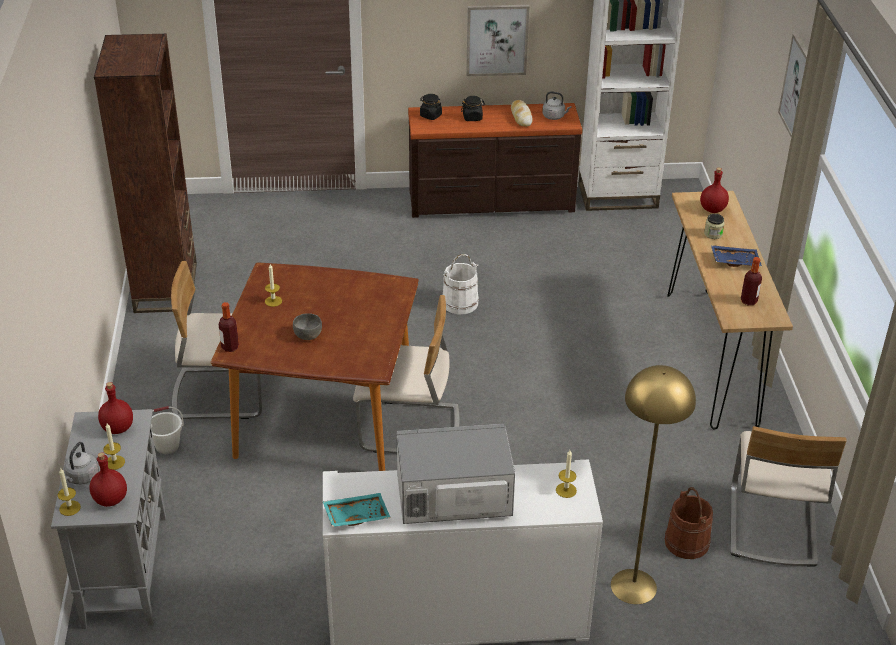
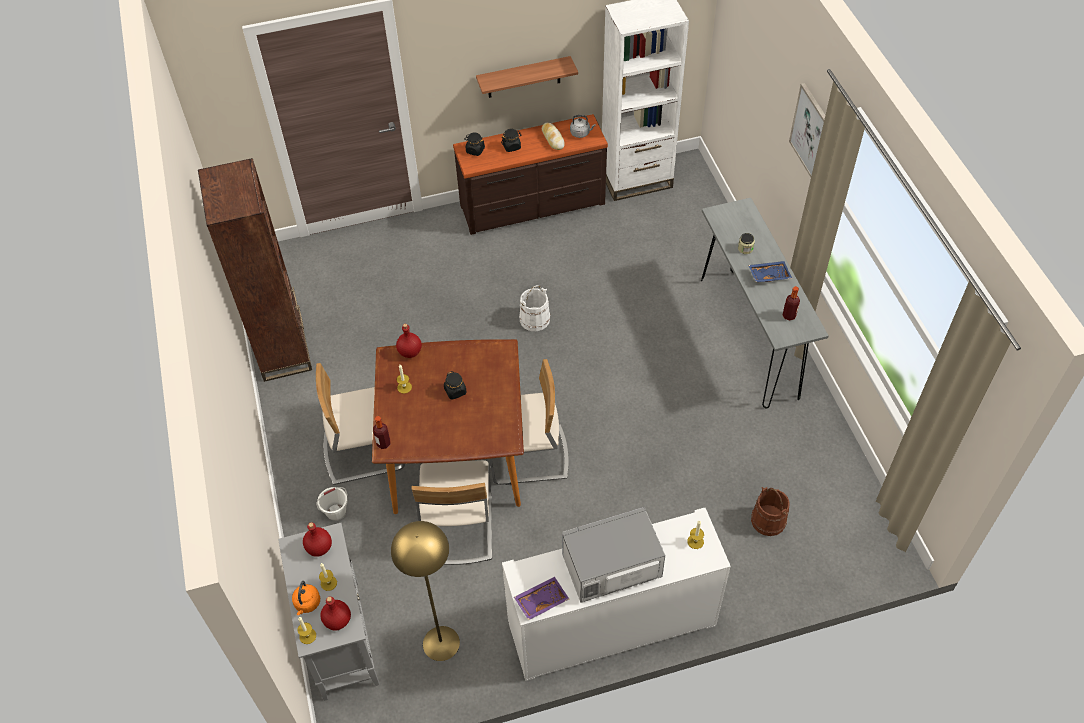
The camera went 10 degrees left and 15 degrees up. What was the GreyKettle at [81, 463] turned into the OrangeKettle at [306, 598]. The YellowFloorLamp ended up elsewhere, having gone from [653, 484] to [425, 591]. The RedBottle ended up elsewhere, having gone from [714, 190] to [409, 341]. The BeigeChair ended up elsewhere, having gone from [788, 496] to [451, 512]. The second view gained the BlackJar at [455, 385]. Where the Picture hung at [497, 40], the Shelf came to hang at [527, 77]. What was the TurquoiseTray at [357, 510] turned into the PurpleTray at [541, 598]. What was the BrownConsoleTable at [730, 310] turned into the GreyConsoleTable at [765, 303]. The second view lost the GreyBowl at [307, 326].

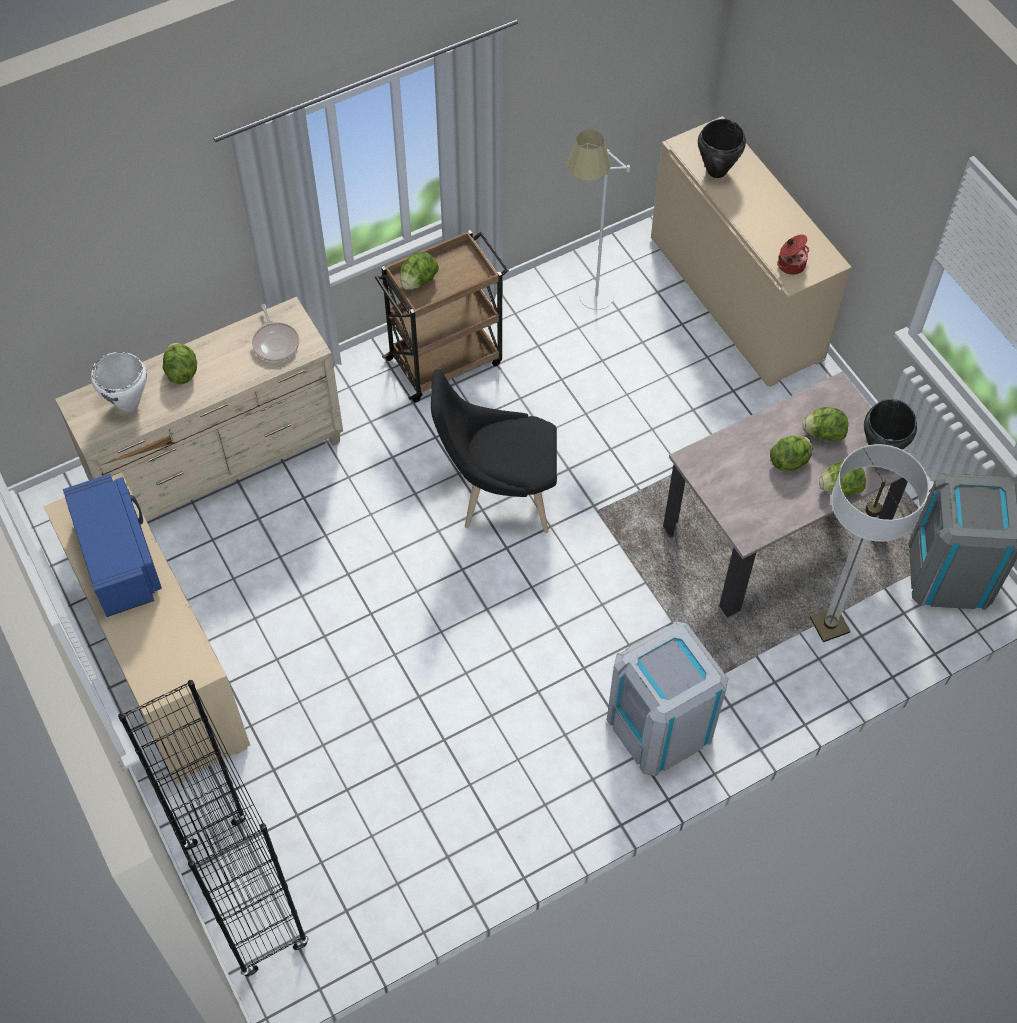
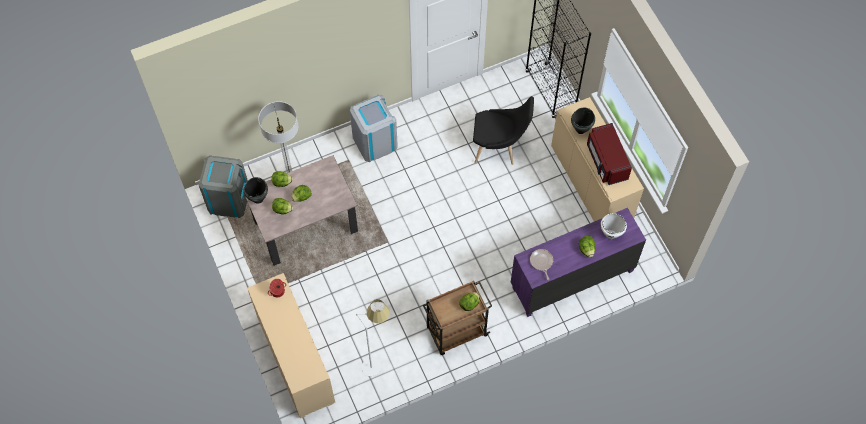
The camera went 175 degrees left and 5 degrees up. The BlackChair ended up elsewhere, having gone from [494, 451] to [503, 130]. What was the BeigeDresser at [199, 408] turned into the PurpleDresser at [578, 262]. The BlackCookingPot ended up elsewhere, having gone from [722, 148] to [583, 121]. What was the BlueMicrowave at [112, 545] turned into the RedMicrowave at [609, 154].

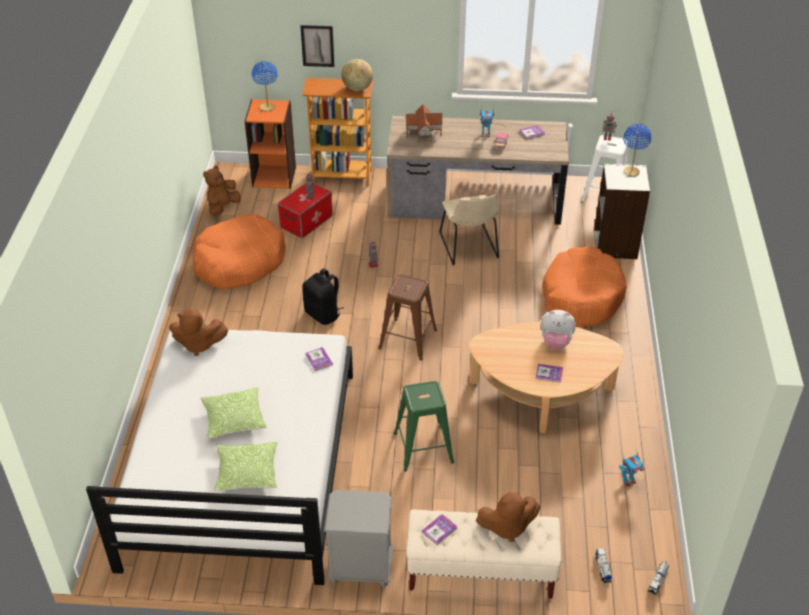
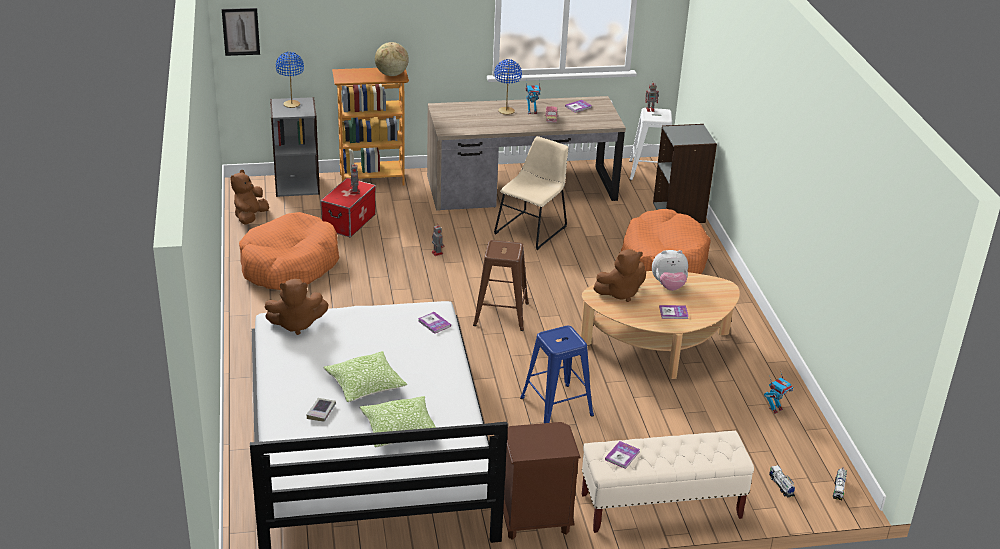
The camera went 15 degrees left and 10 degrees down. The Picture ended up elsewhere, having gone from [317, 46] to [241, 32]. What was the OrangeBookcase at [270, 144] turned into the GreyBookcase at [295, 147]. The second view gained the Book at [321, 410]. The BlueTableLamp ended up elsewhere, having gone from [637, 150] to [508, 87]. The BeigeChair at [469, 230] ended up facing another way, 120 degrees counterclockwise from before. What was the GreyNightstand at [358, 538] turned into the BrownNightstand at [542, 481]. What was the GreenStool at [424, 426] turned into the BlueStool at [557, 374]. The BrownPlushToy ended up elsewhere, having gone from [508, 517] to [619, 275]. The second view lost the BlackBackpack at [323, 296]. The second view lost the ToyHouse at [424, 123].

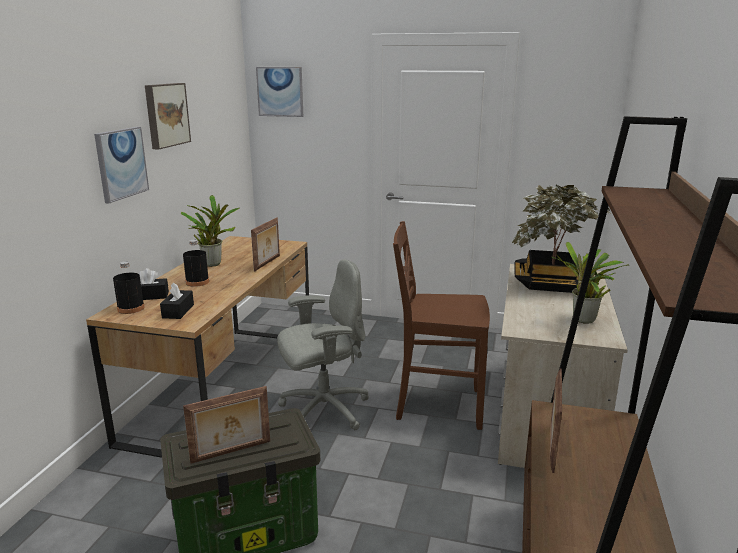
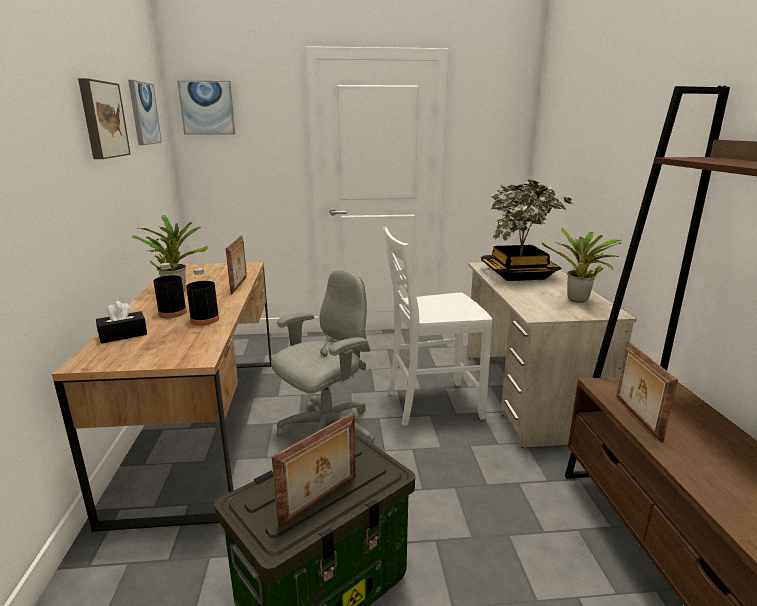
The camera went 20 degrees left and 0 degrees up. The Picture ended up elsewhere, having gone from [121, 165] to [145, 112]. The BlackBottle ended up elsewhere, having gone from [129, 287] to [202, 296]. What was the BrownChair at [441, 325] turned into the WhiteChair at [437, 326]. The second view lost the BlackTissueBox at [177, 300].

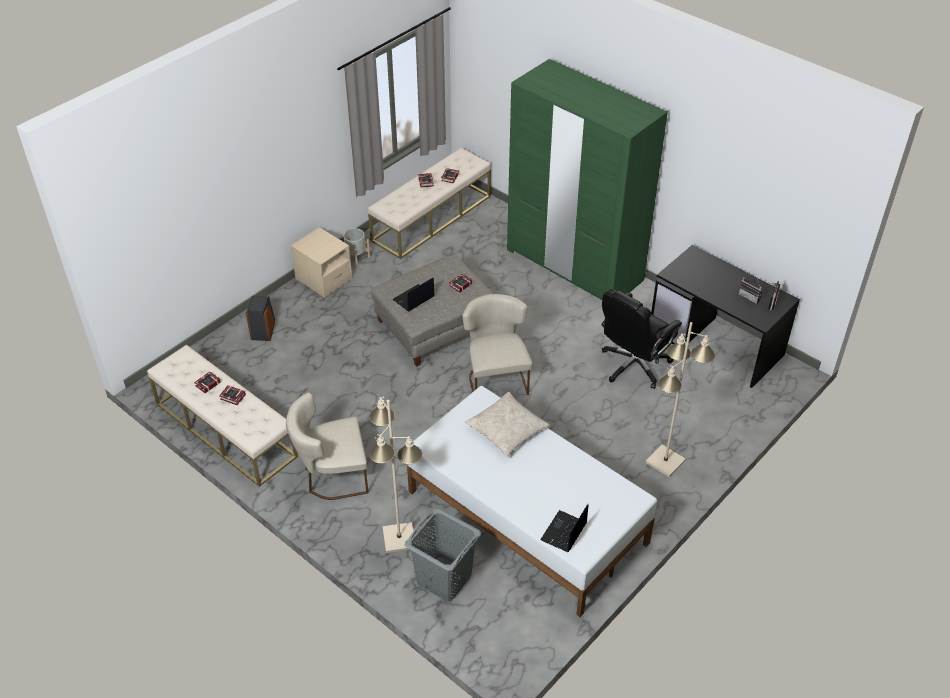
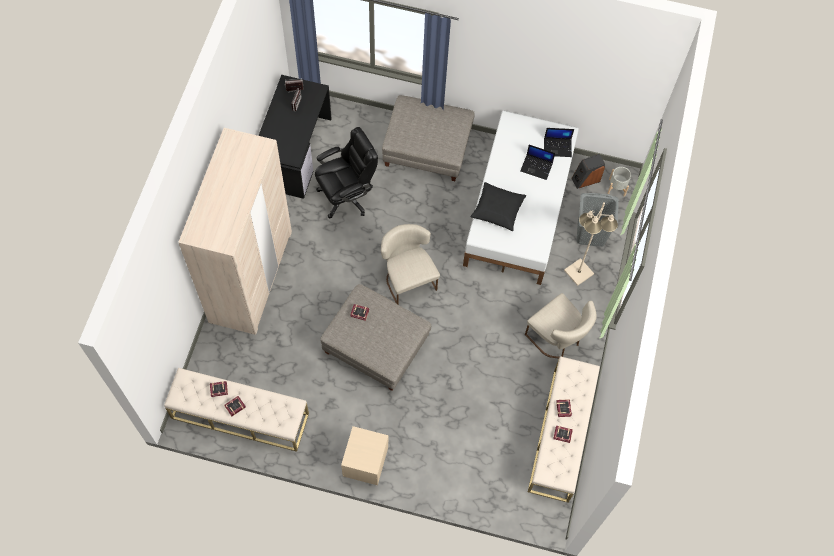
The camera went 120 degrees left and 20 degrees up. What was the GreenWardrobe at [587, 179] turned into the BeigeWardrobe at [235, 231]. The BlackOfficeChair at [641, 339] ended up facing another way, 45 degrees counterclockwise from before. The BeigeChair at [497, 344] ended up facing another way, 105 degrees clockwise from before. Where the BeigeFloorLamp stood at [680, 399], the GreyOttoman came to stand at [428, 138]. What was the BeigePillow at [507, 424] turned into the BlackPillow at [498, 206]. The Laptop ended up elsewhere, having gone from [413, 294] to [537, 162]. The Speaker ended up elsewhere, having gone from [260, 318] to [588, 171]. The GreyPlanter ended up elsewhere, having gone from [356, 247] to [619, 182].

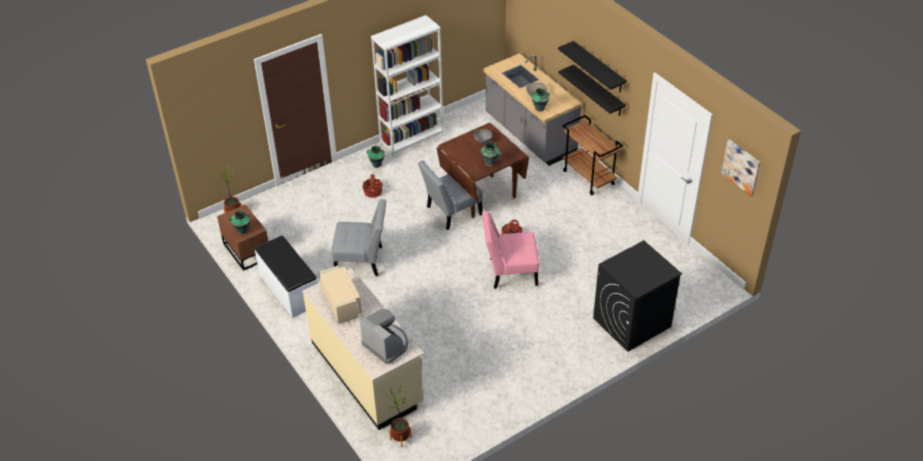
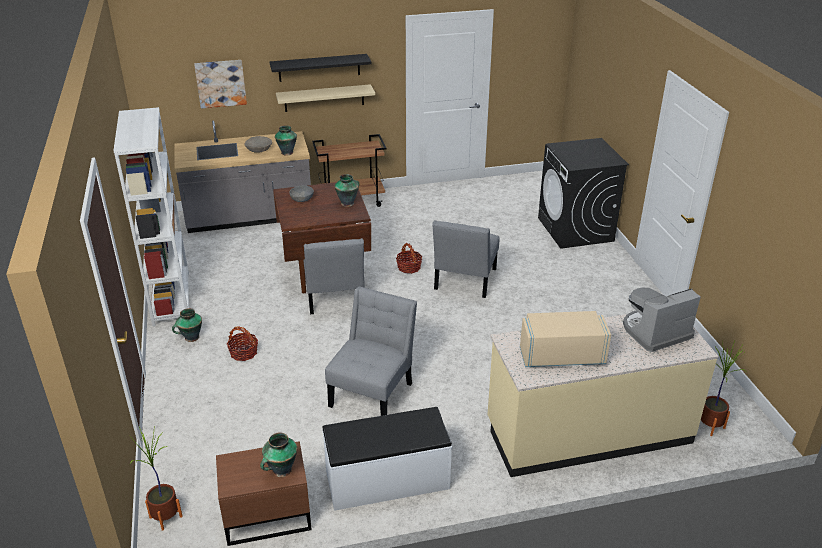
The camera went 70 degrees left and 10 degrees down. The Picture ended up elsewhere, having gone from [741, 167] to [220, 84]. What was the BlackShelf at [592, 90] turned into the BeigeShelf at [325, 98]. What was the PinkChair at [510, 250] turned into the GreyChair at [466, 259].

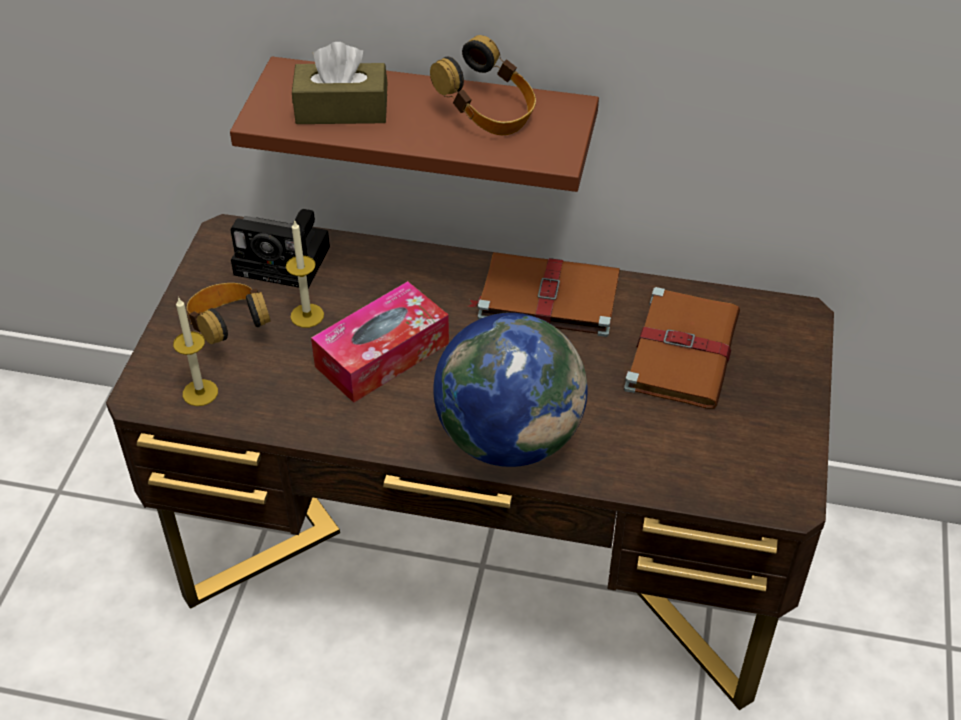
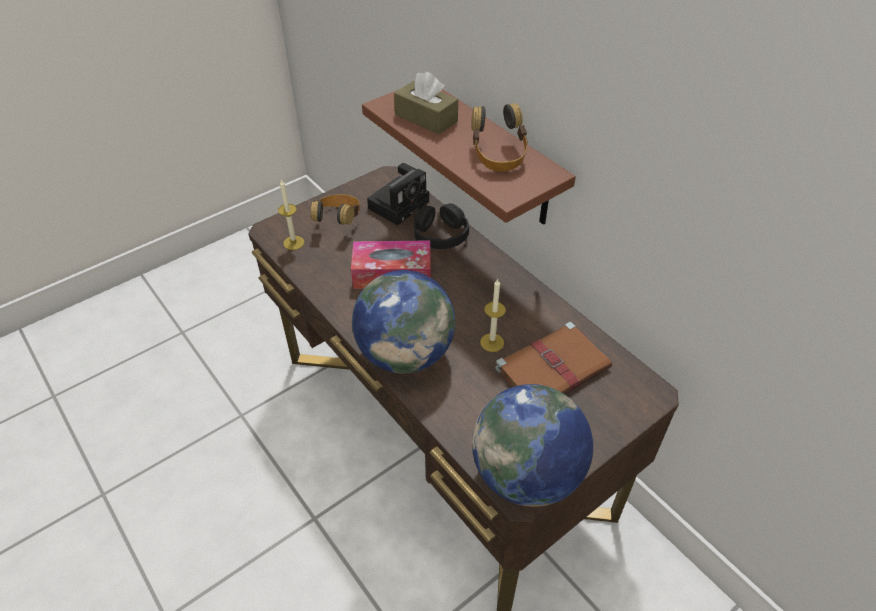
The camera went 40 degrees right and 0 degrees up. The PhotoCamera at [280, 249] ended up facing another way, 105 degrees counterclockwise from before. The second view gained the BlackHeadphones at [441, 226]. The second view gained the Globe at [532, 445]. The Candle ended up elsewhere, having gone from [305, 274] to [493, 315]. The second view lost the BrownBook at [544, 294].

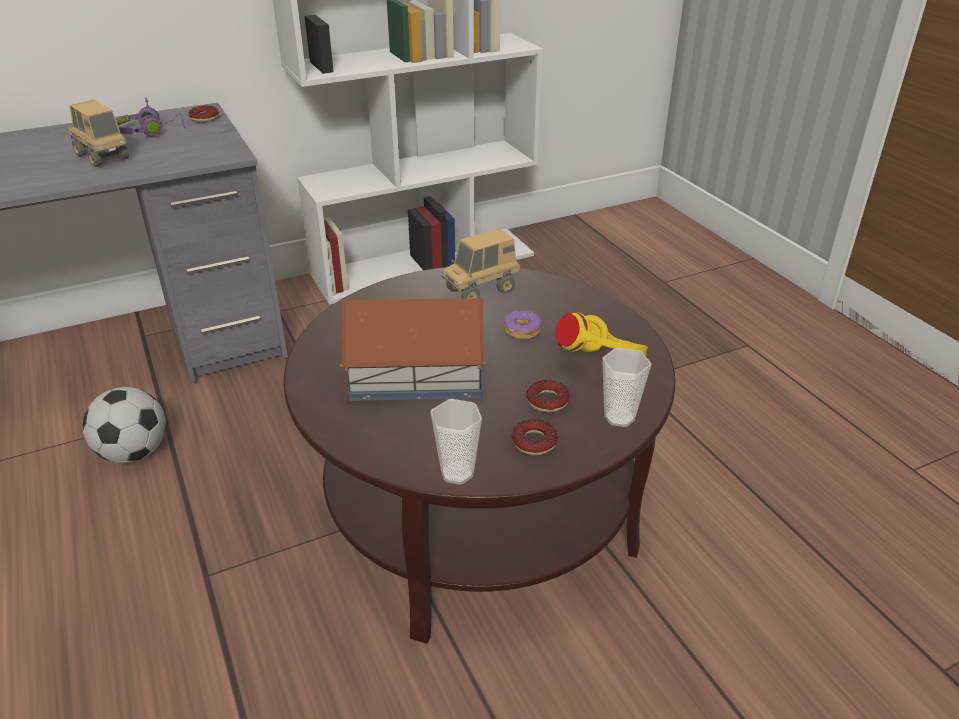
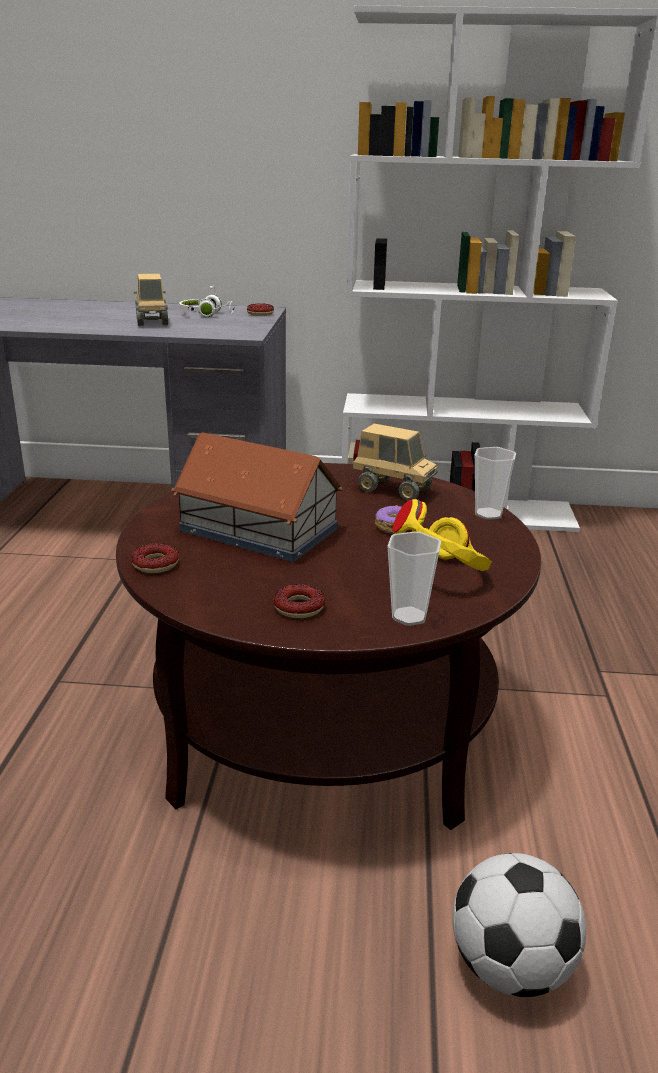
The camera went 30 degrees right and 10 degrees down. The Donut ended up elsewhere, having gone from [548, 396] to [155, 558]. What was the PurpleHeadphones at [150, 117] turned into the WhiteHeadphones at [206, 301]. The ToyTruck at [480, 263] ended up facing another way, 150 degrees counterclockwise from before. The Football ended up elsewhere, having gone from [124, 425] to [519, 925]. The Cup ended up elsewhere, having gone from [456, 442] to [495, 483].

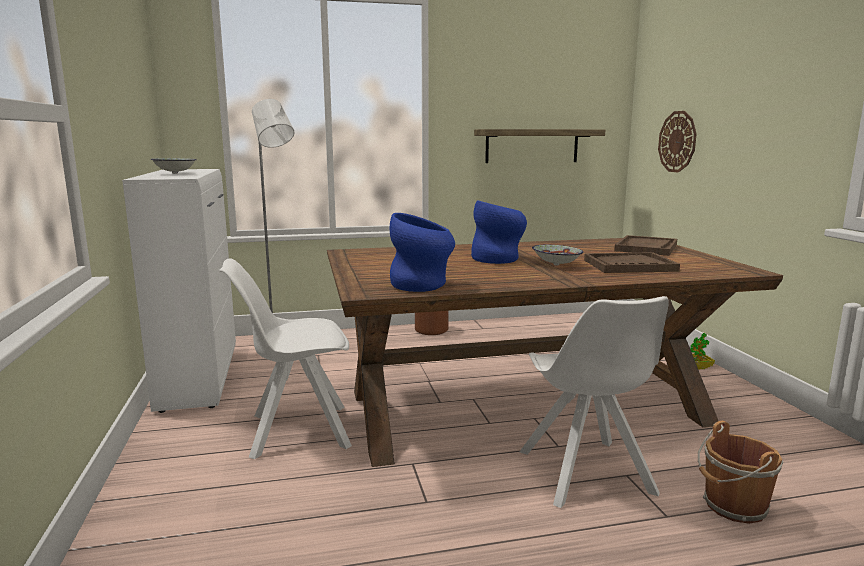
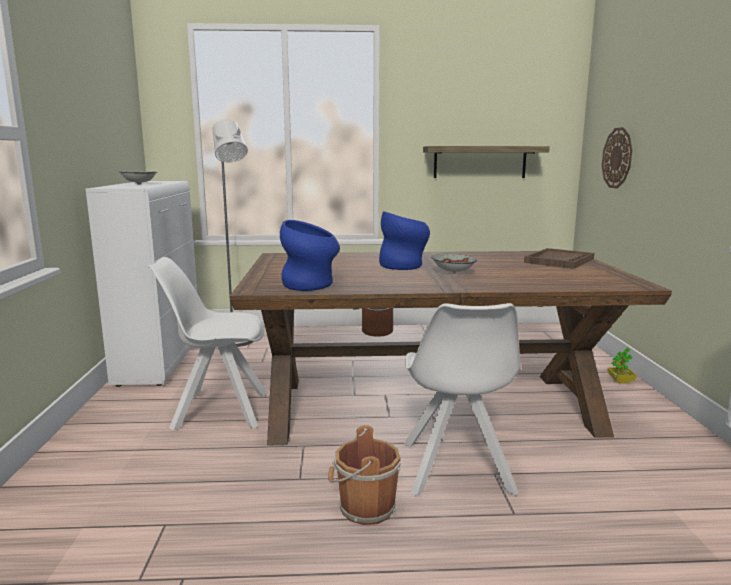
The camera went 10 degrees right and 0 degrees up. The BrownBucket ended up elsewhere, having gone from [741, 472] to [364, 475]. The second view lost the BrownTray at [632, 262].

